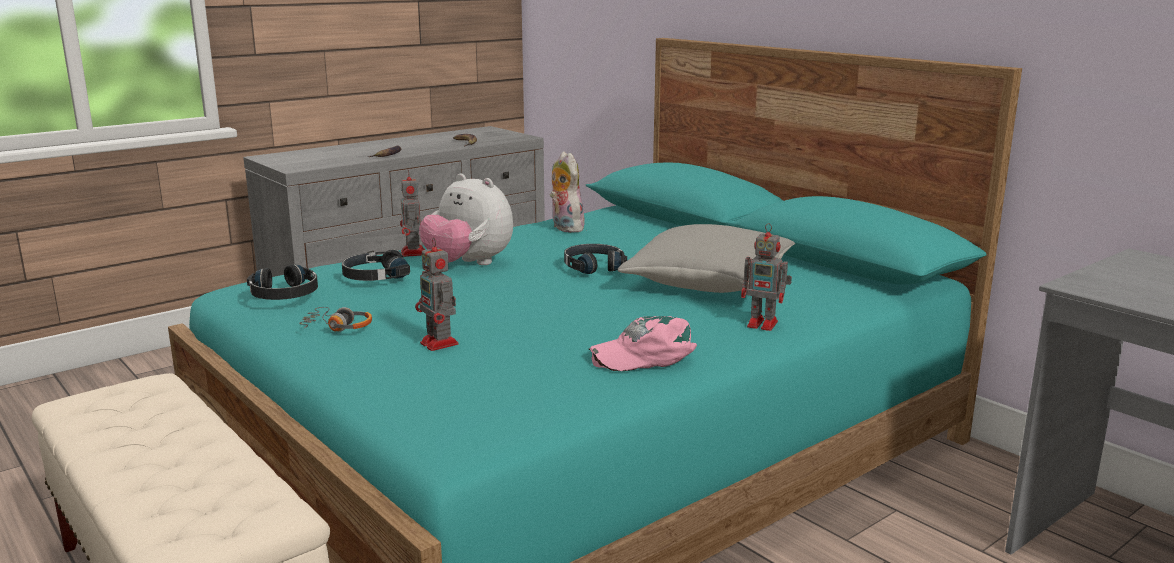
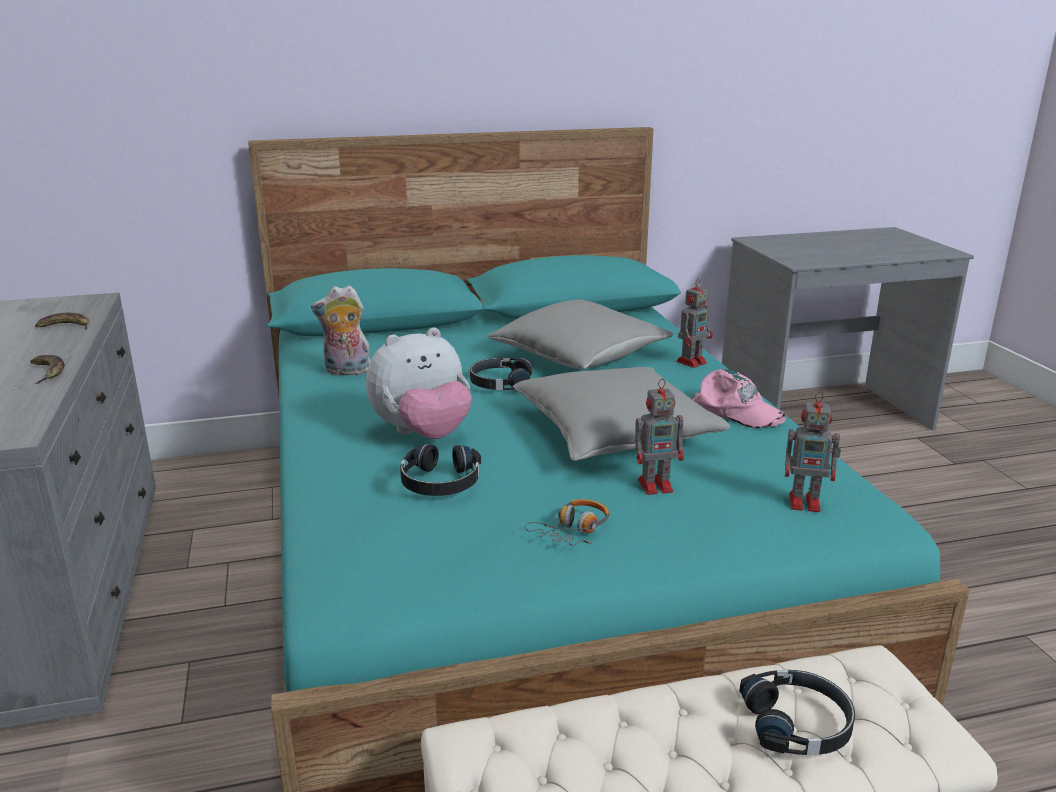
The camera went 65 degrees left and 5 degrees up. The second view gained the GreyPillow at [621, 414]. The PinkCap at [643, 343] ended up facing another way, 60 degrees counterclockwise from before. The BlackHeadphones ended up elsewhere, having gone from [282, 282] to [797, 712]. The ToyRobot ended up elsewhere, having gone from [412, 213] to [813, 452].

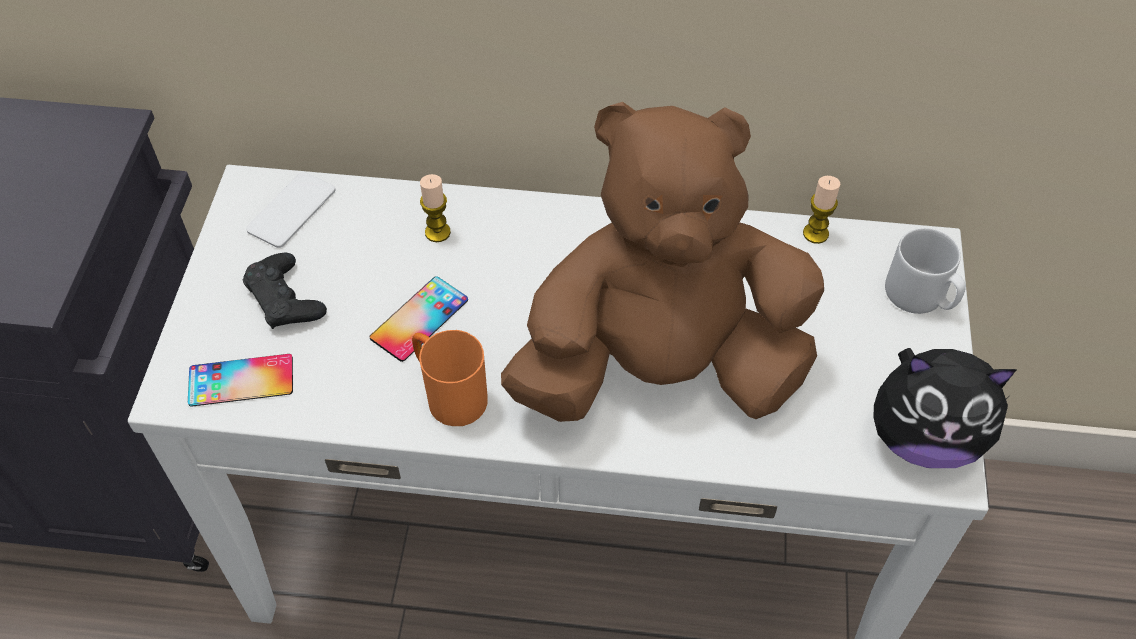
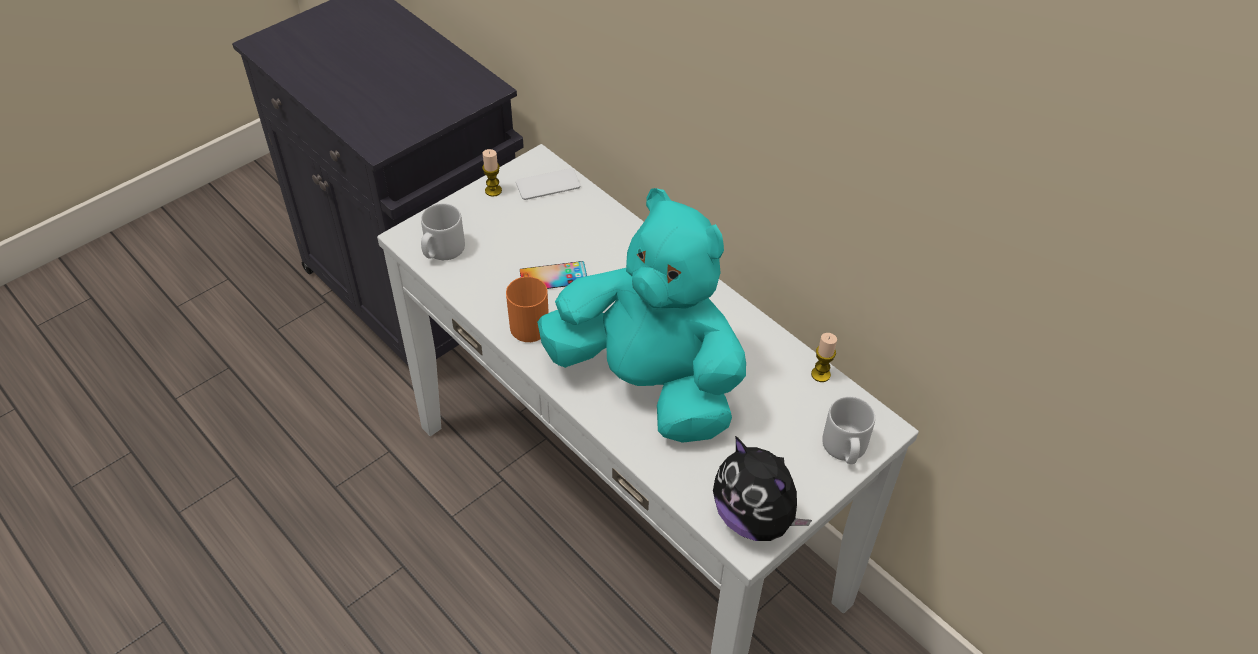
The camera went 40 degrees right and 5 degrees down. Where the Phone stood at [240, 380], the GreyMug came to stand at [443, 231]. The Candle ended up elsewhere, having gone from [435, 208] to [492, 173]. What was the BrownPlushToy at [662, 262] turned into the TurquoisePlushToy at [641, 315]. The second view lost the BlackGameController at [284, 291].

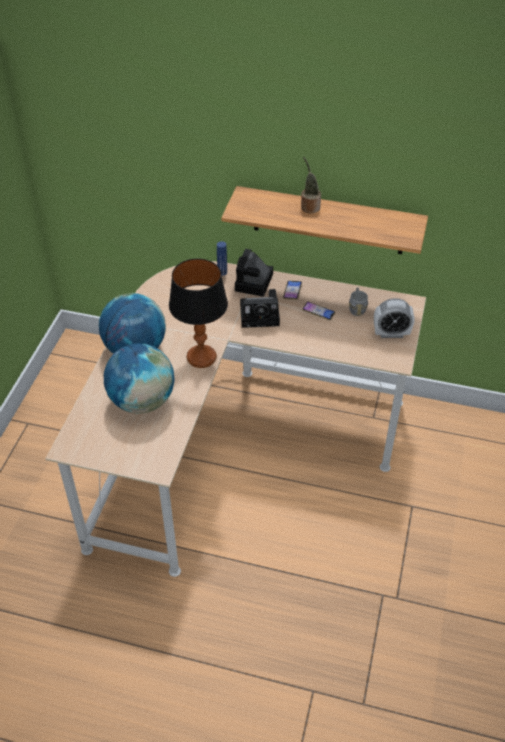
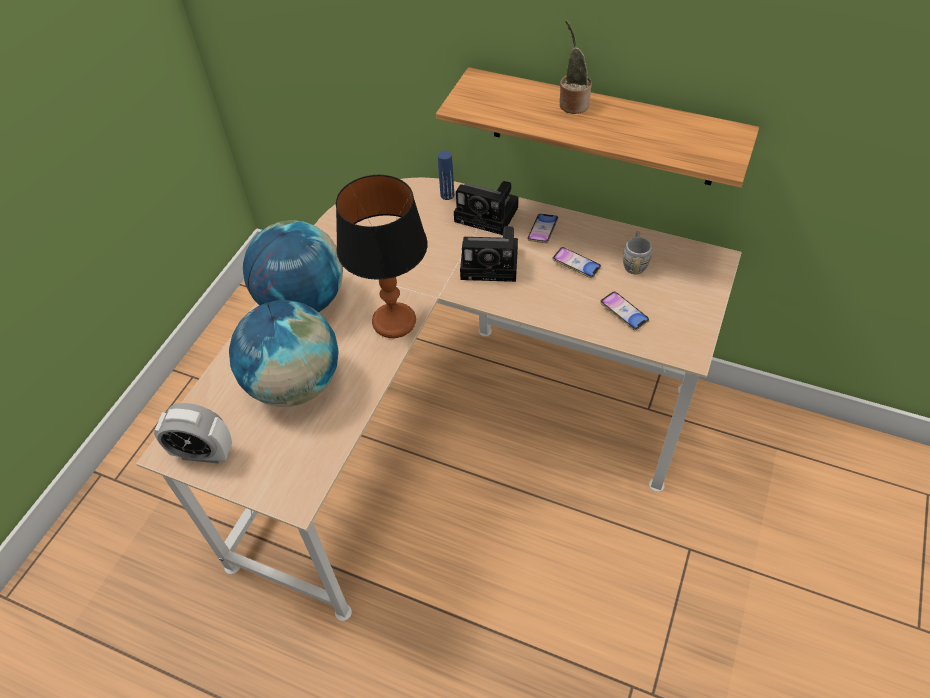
The camera went 10 degrees right and 5 degrees up. The AlarmClock ended up elsewhere, having gone from [394, 318] to [193, 433]. The PhotoCamera at [254, 273] ended up facing another way, 90 degrees counterclockwise from before. The second view gained the Phone at [624, 311].

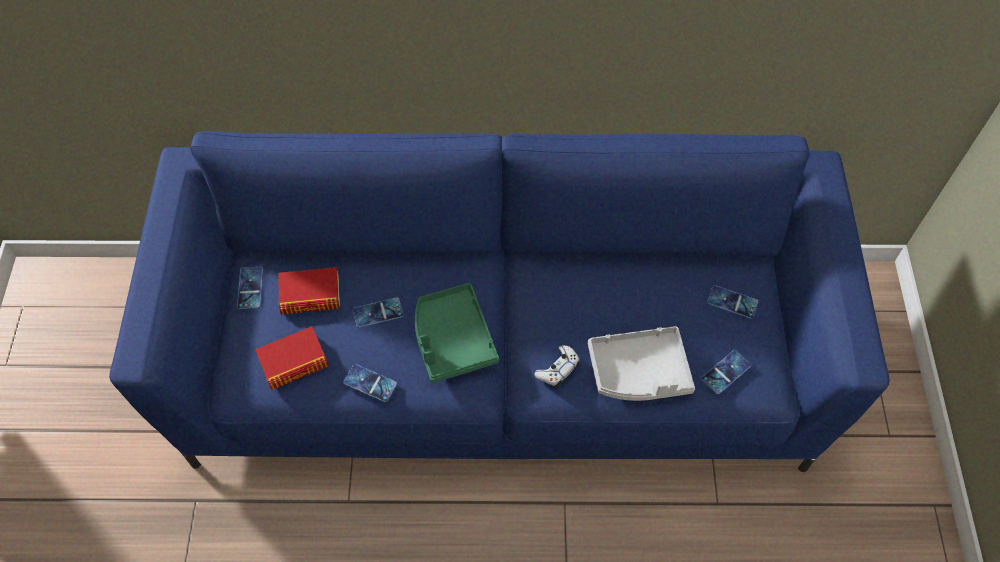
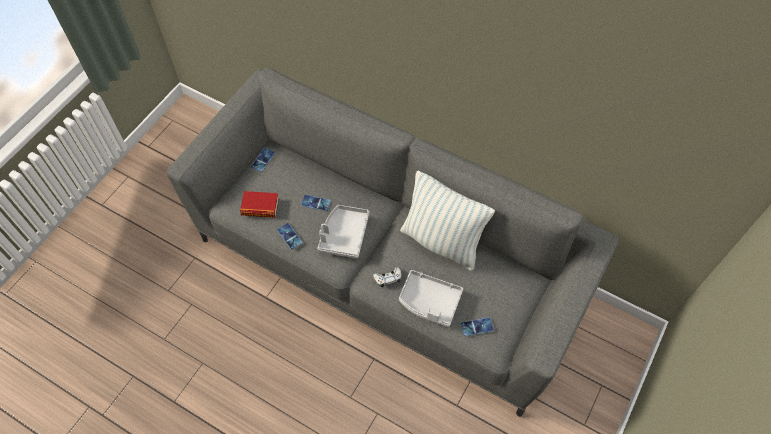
The camera went 30 degrees right and 0 degrees up. What was the BlueSofa at [499, 301] turned into the GreySofa at [393, 242]. What was the GreenTray at [457, 333] turned into the GreyTray at [343, 232]. The second view gained the Pillow at [447, 221]. The second view lost the Book at [309, 290]. The second view lost the Phone at [732, 302].

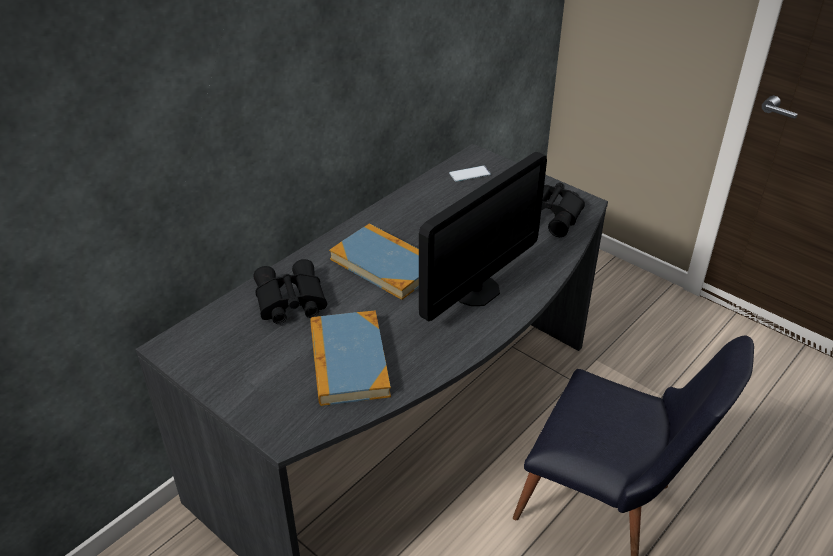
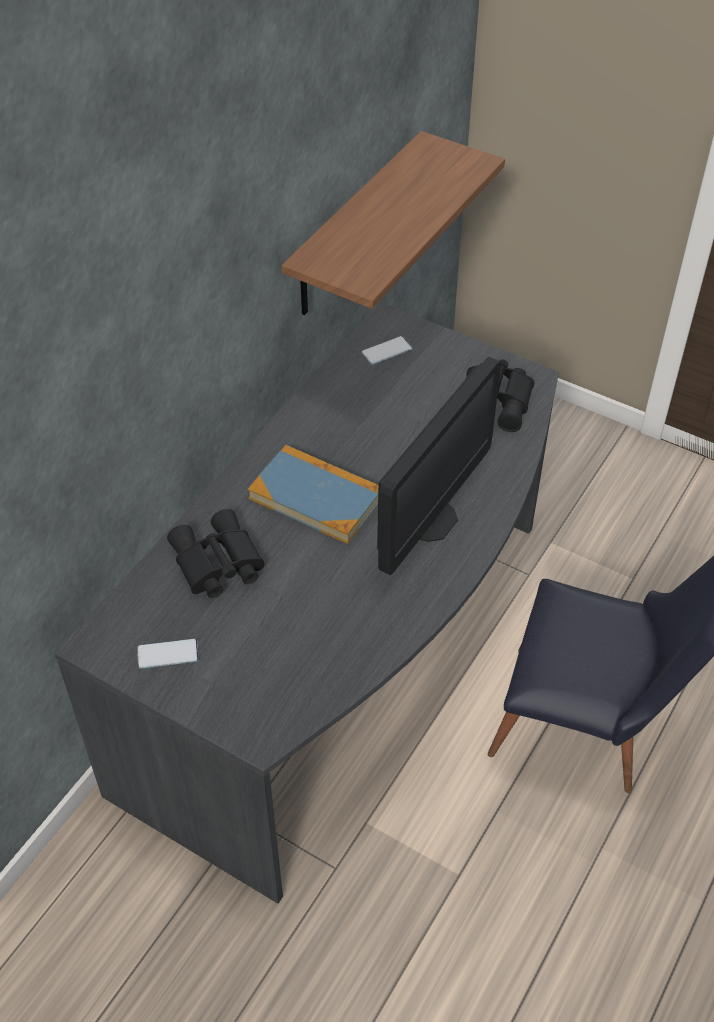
The camera went 10 degrees left and 10 degrees up. The second view gained the Phone at [168, 653]. The second view gained the Shelf at [393, 223]. The second view lost the Book at [350, 358].

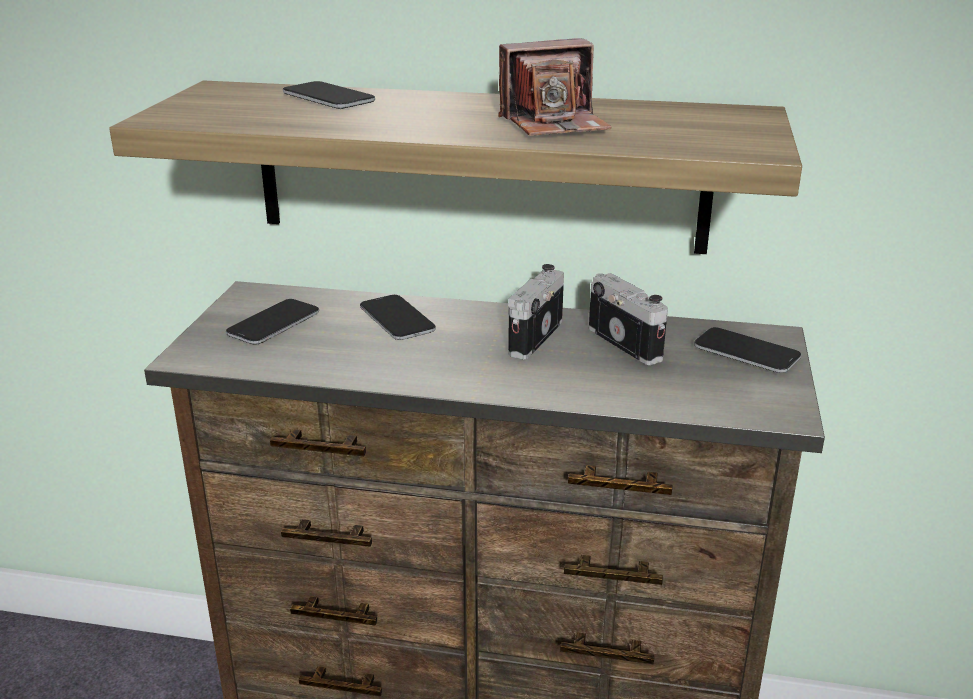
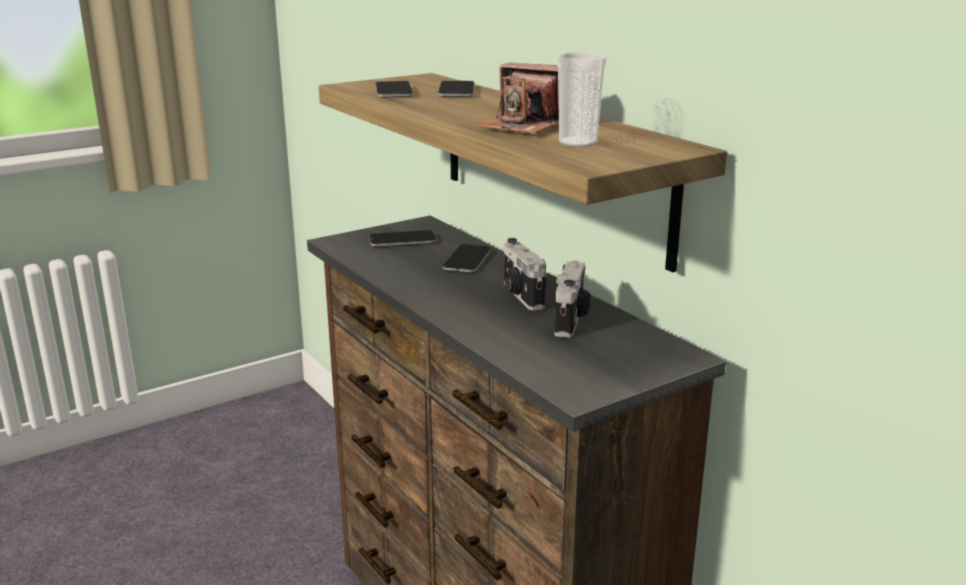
The camera went 45 degrees right and 5 degrees down. The Phone ended up elsewhere, having gone from [747, 350] to [394, 89]. The PhotoCamera at [536, 311] ended up facing another way, 90 degrees counterclockwise from before. The second view gained the Cup at [581, 99].

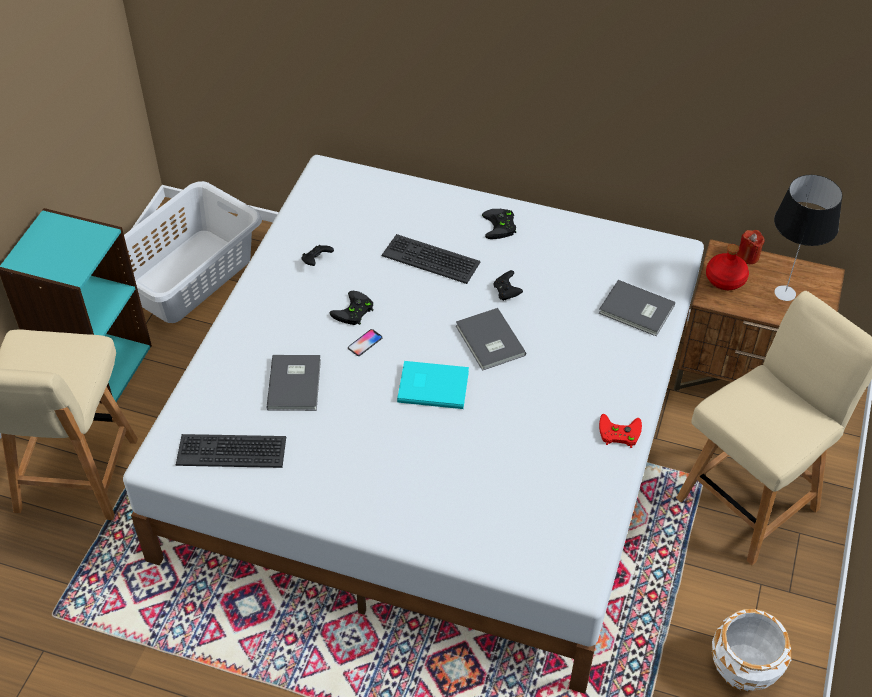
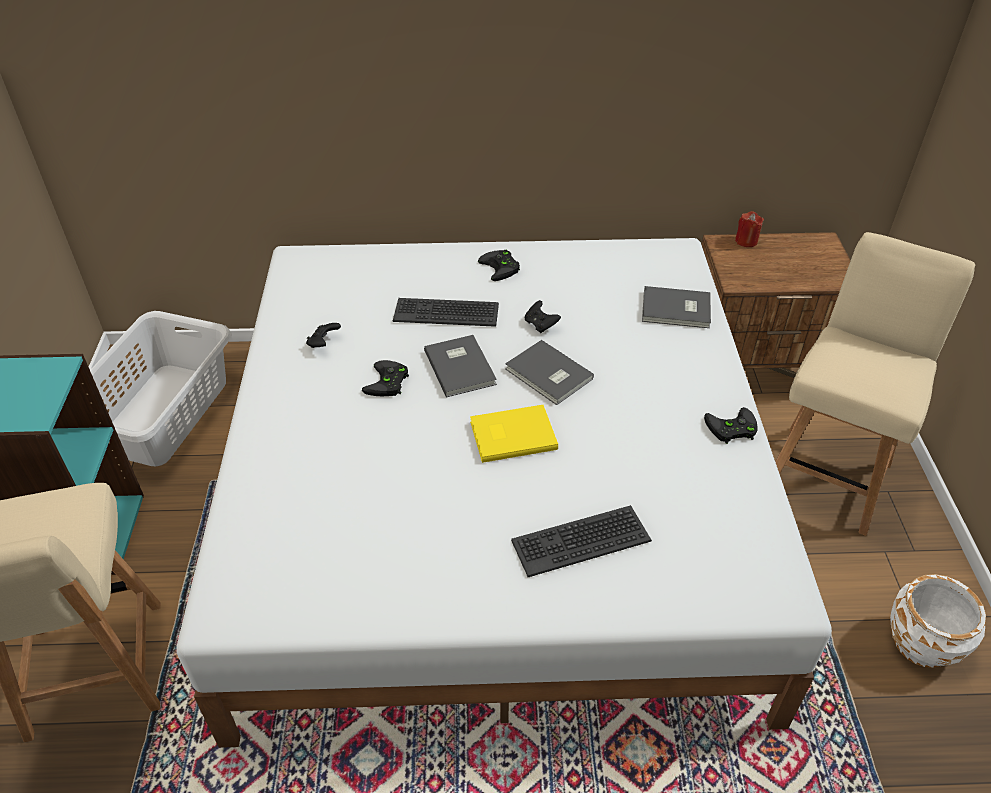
The camera went 20 degrees left and 5 degrees down. The GreyBook ended up elsewhere, having gone from [294, 383] to [460, 366]. What was the TurquoiseBook at [433, 385] turned into the YellowBook at [514, 434]. The Keyboard ended up elsewhere, having gone from [231, 451] to [581, 541]. What was the RedGameController at [620, 431] turned into the BlackGameController at [731, 425]. The second view lost the Phone at [365, 342]. The second view lost the RedBottle at [727, 267]. The second view lost the TableLamp at [808, 238].

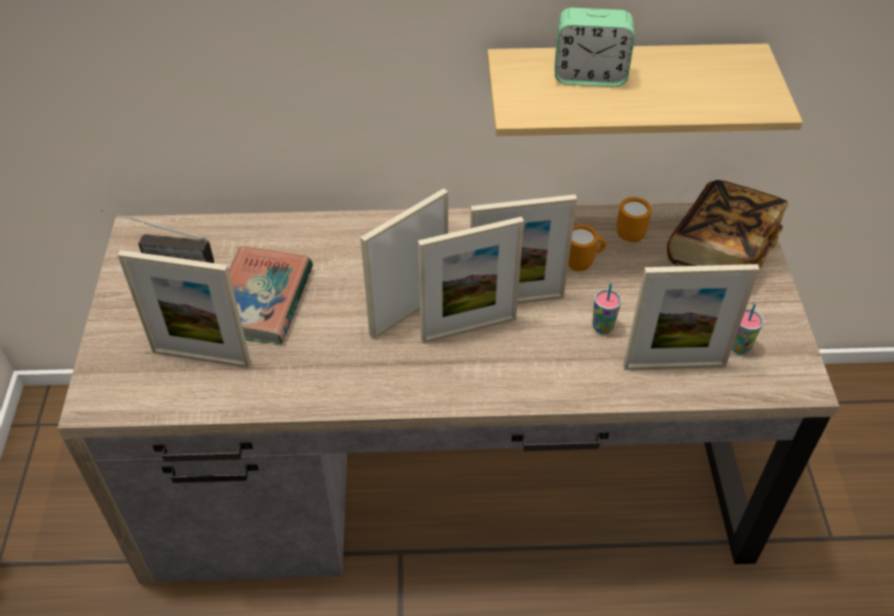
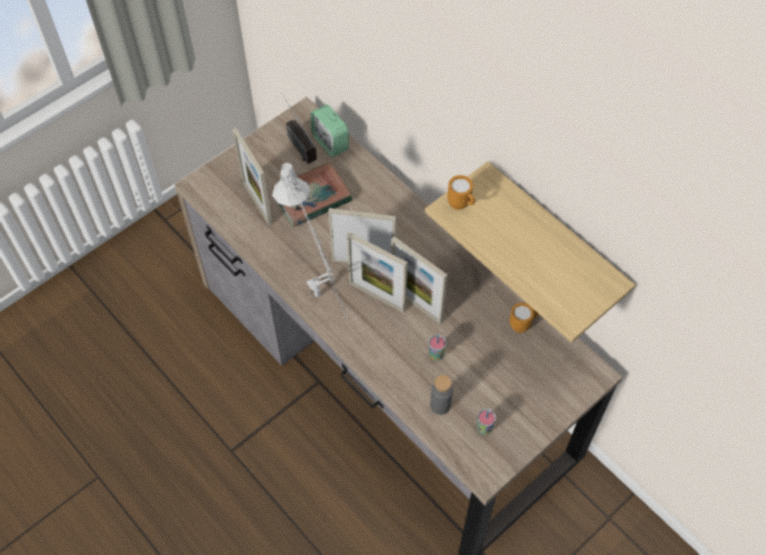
The camera went 50 degrees right and 10 degrees up. The second view gained the GreyTableLamp at [310, 241]. The AlarmClock ended up elsewhere, having gone from [594, 47] to [330, 130]. Where the PictureFrame stood at [691, 317], the GreyBottle came to stand at [441, 395]. The OrangeMug ended up elsewhere, having gone from [587, 247] to [461, 192]. The second view lost the Book at [727, 224].

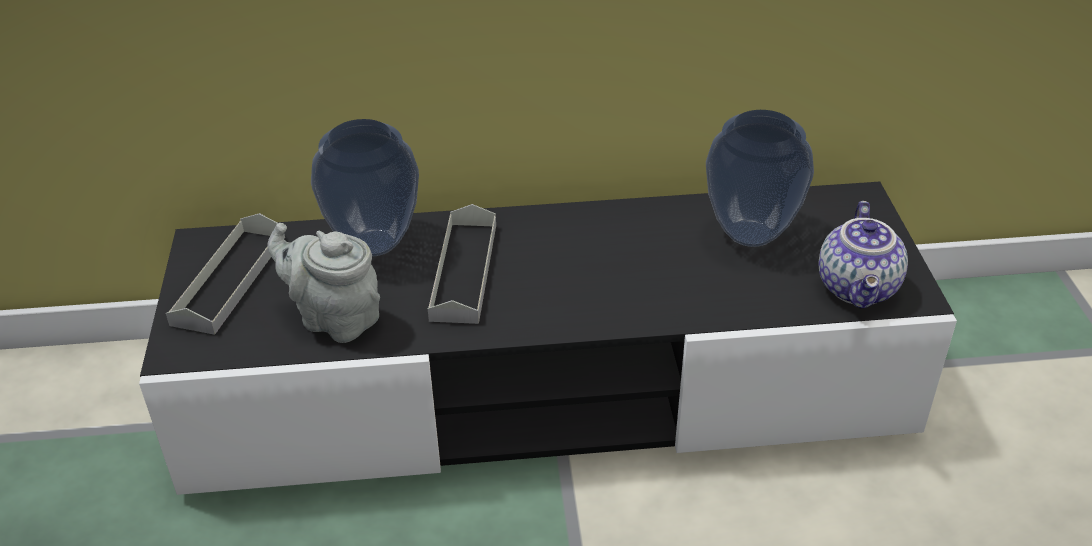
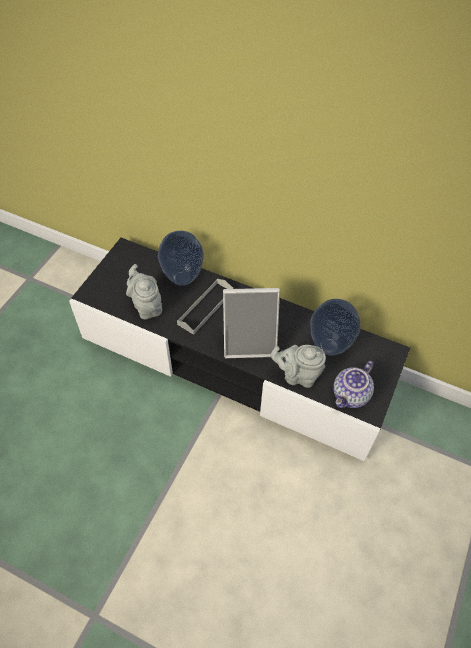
The camera went 30 degrees right and 15 degrees up. The second view gained the PictureFrame at [251, 323]. The second view gained the GreyTeapot at [298, 366]. The second view lost the GreyTray at [225, 274].

